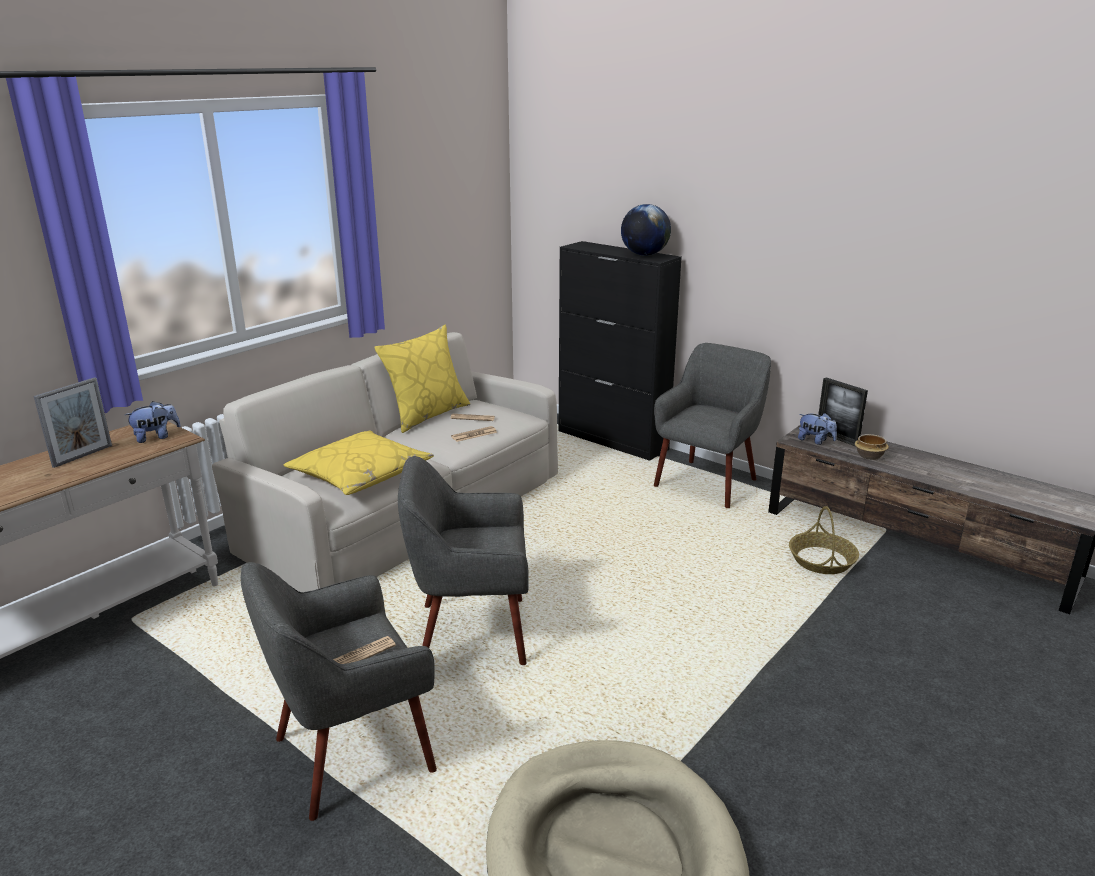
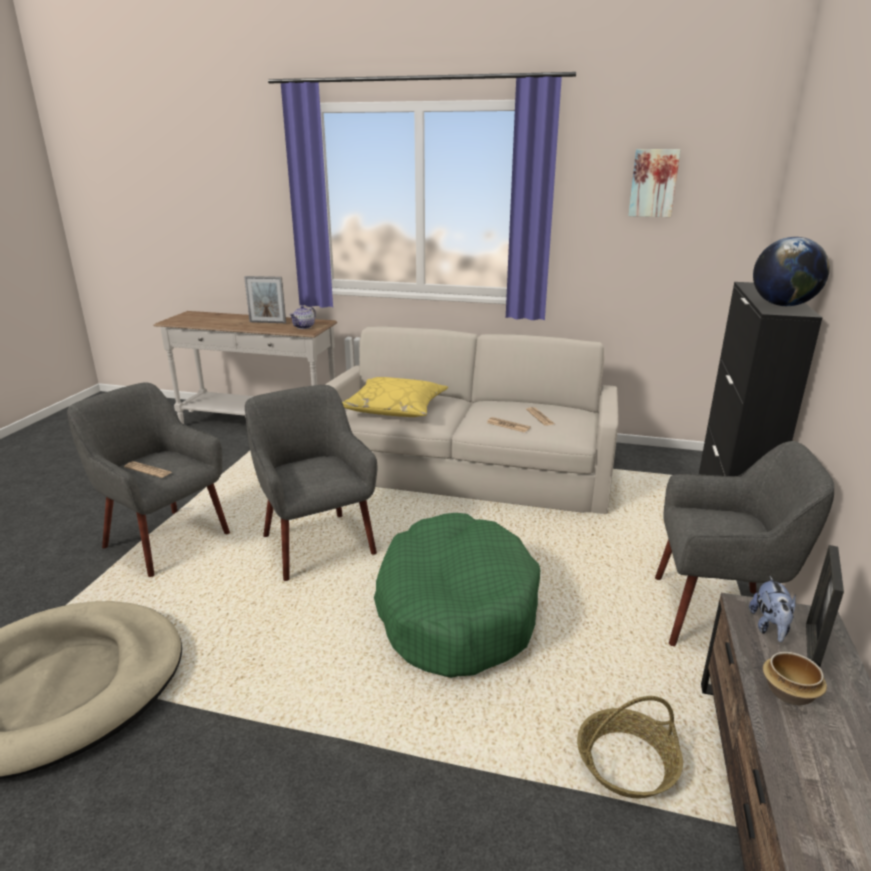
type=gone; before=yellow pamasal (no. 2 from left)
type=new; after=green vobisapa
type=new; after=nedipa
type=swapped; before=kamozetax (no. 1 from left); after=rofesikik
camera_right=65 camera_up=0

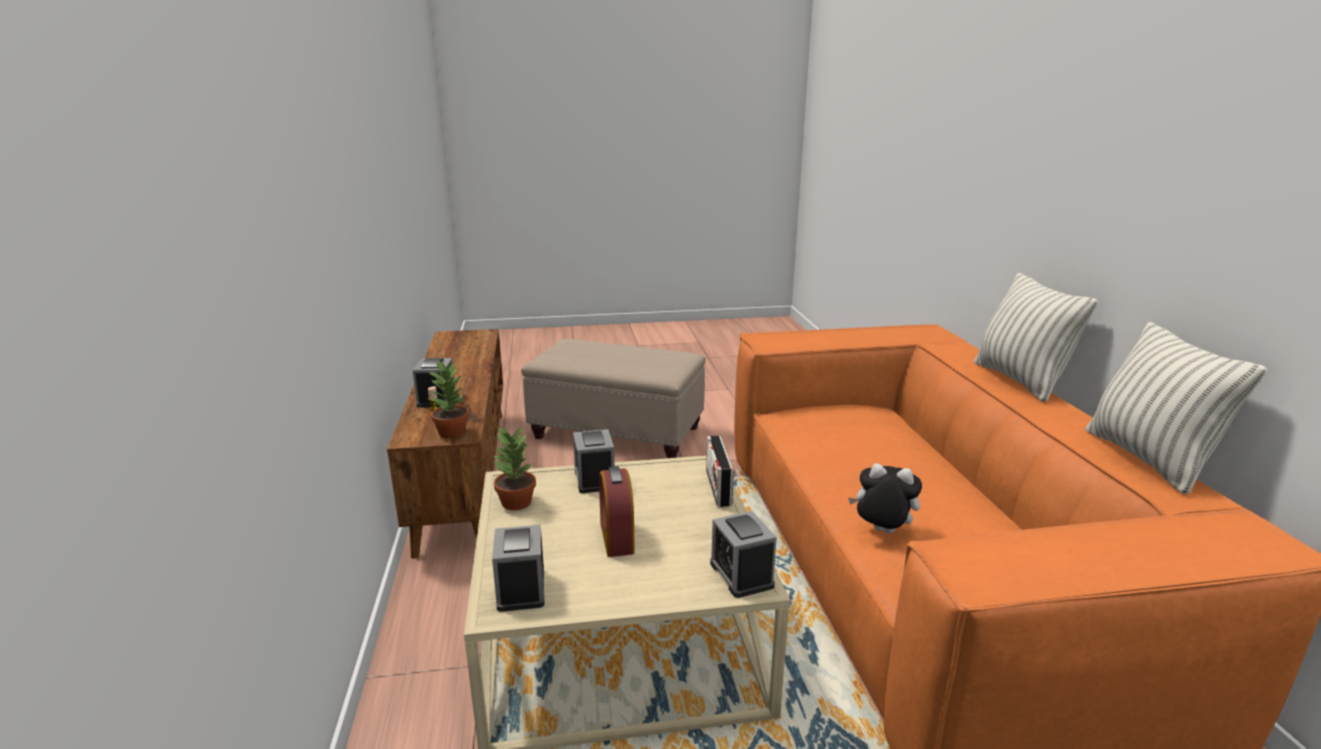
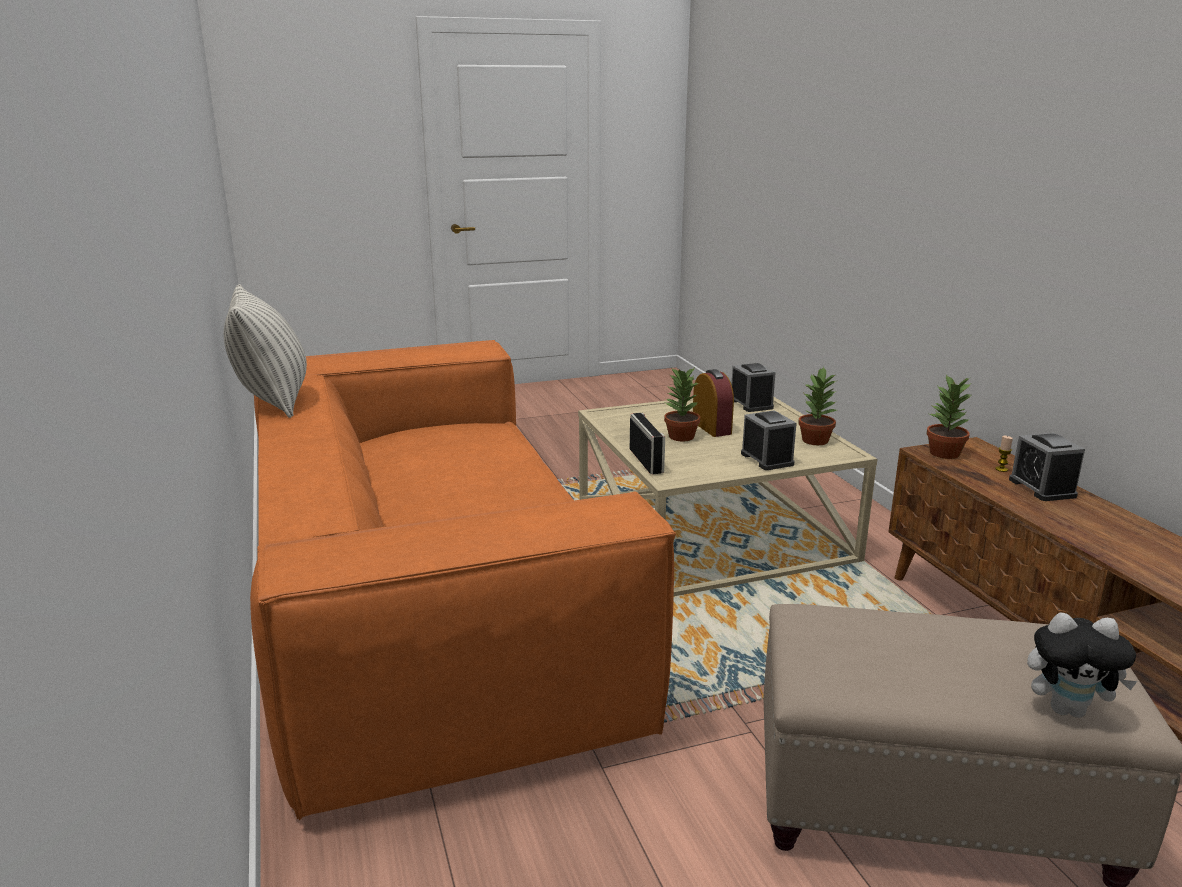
type=gone; before=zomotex (no. 5 from left)
type=gone; before=pamasal (no. 1 from left)
type=new; after=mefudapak (no. 1 from left)
type=shifted; before=kamozetax
camera_right=170 camera_up=0

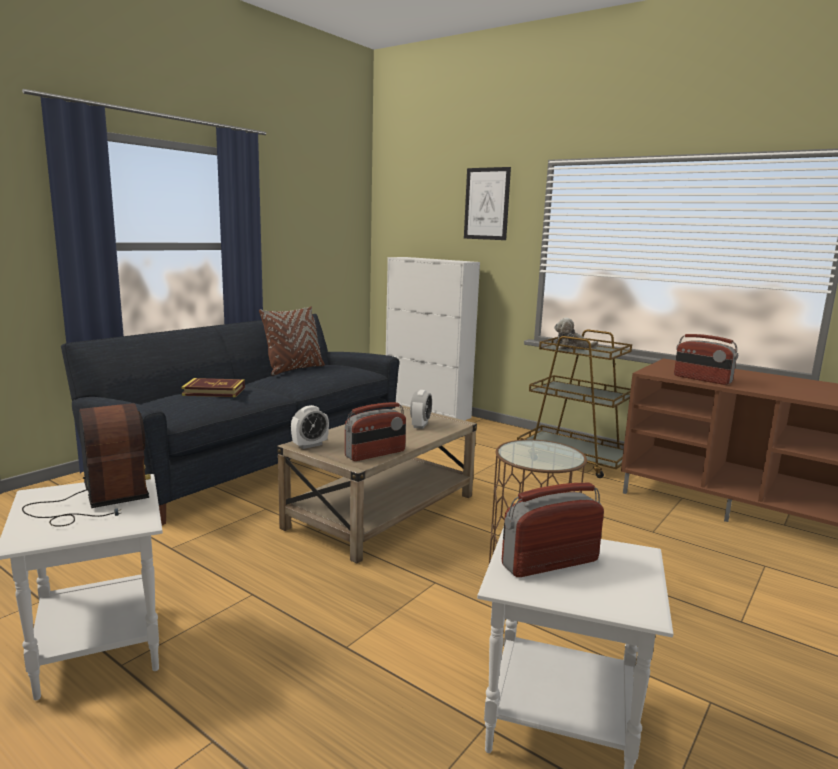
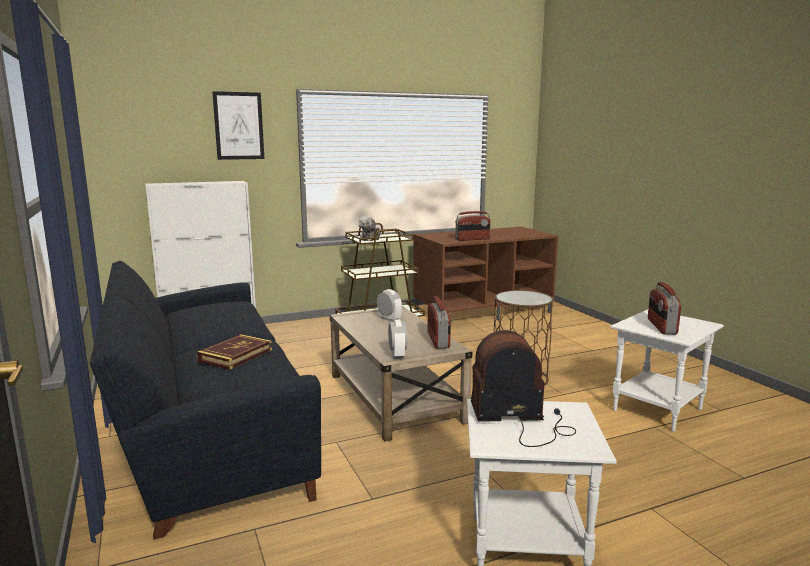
type=gone; before=brown pamasal
camera_right=-60 camera_up=0

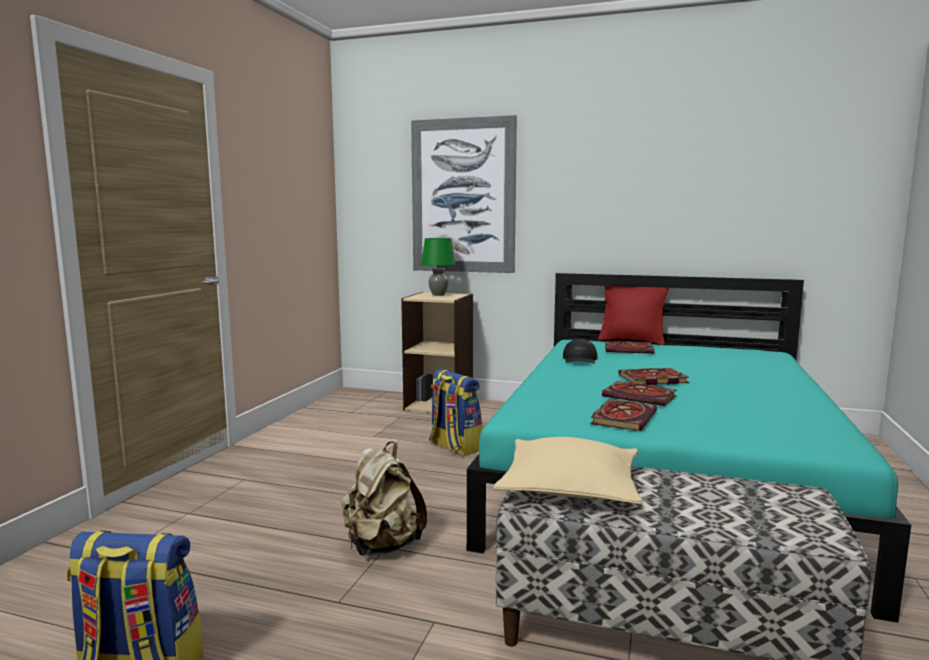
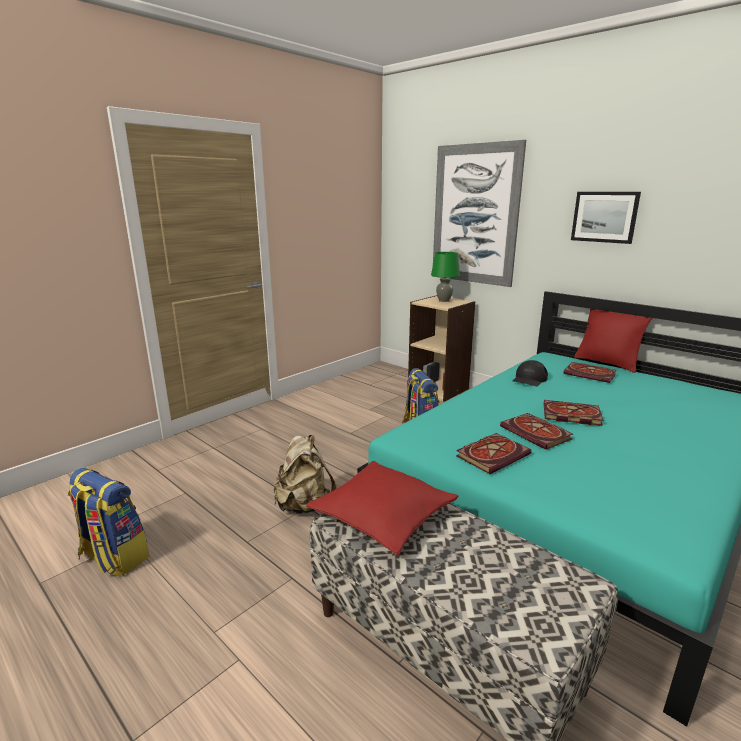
type=new; after=nedipa (no. 2 from left)
type=repainted; before=beige pamasal; after=red pamasal (no. 1 from left)
camera_right=25 camera_up=10

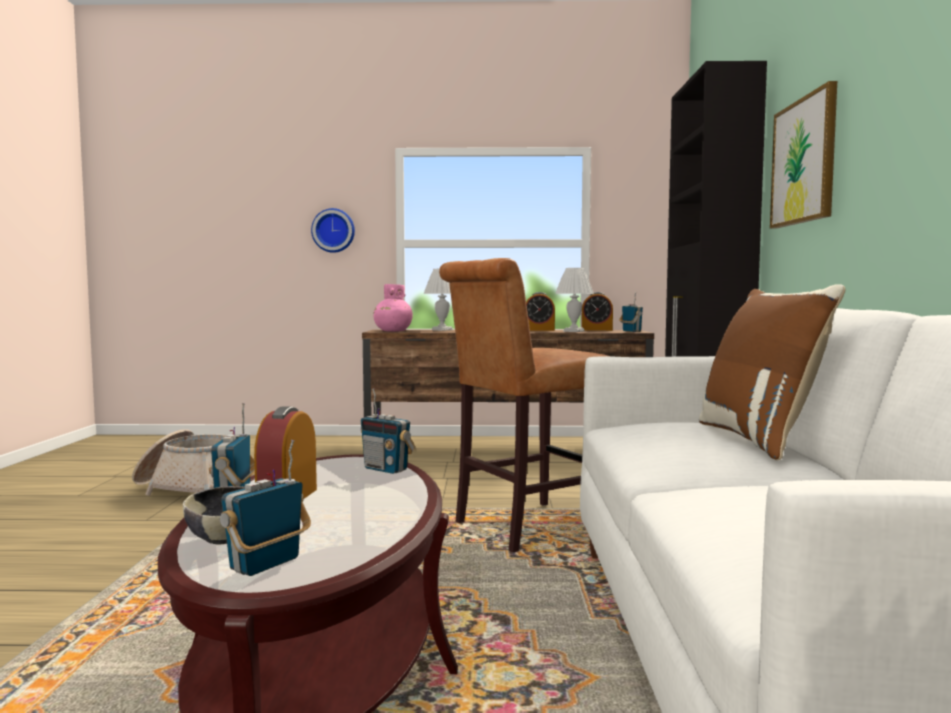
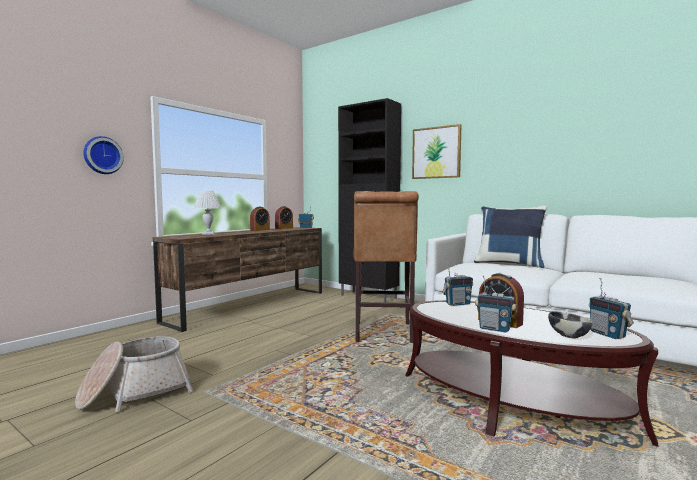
type=gone; before=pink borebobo
type=gone; before=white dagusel (no. 2 from left)
type=repainted; before=brown pamasal; after=blue pamasal
camera_right=-55 camera_up=0

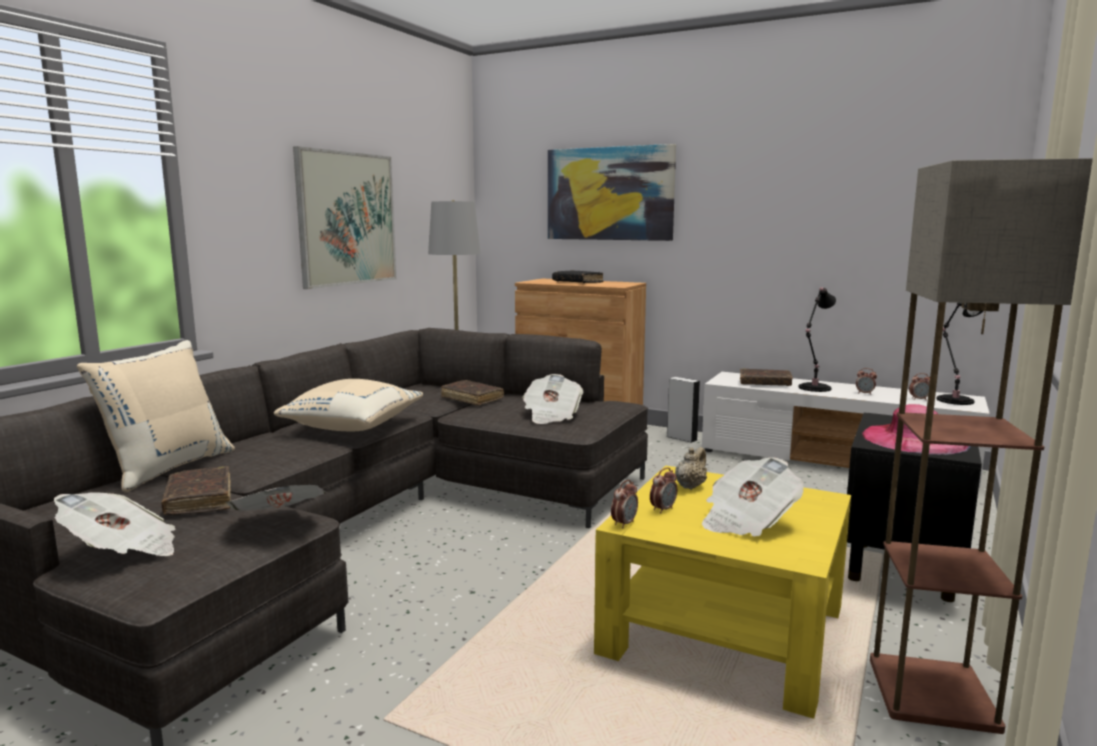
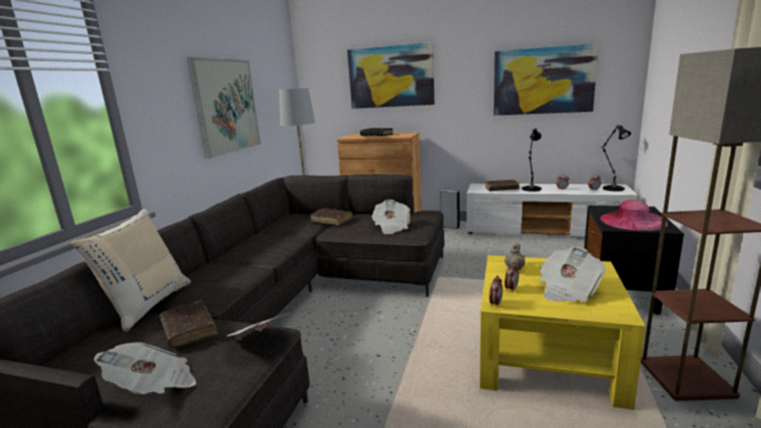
type=gone; before=beige pamasal (no. 2 from left)
type=new; after=nedipa (no. 3 from left)
camera_right=-10 camera_up=5

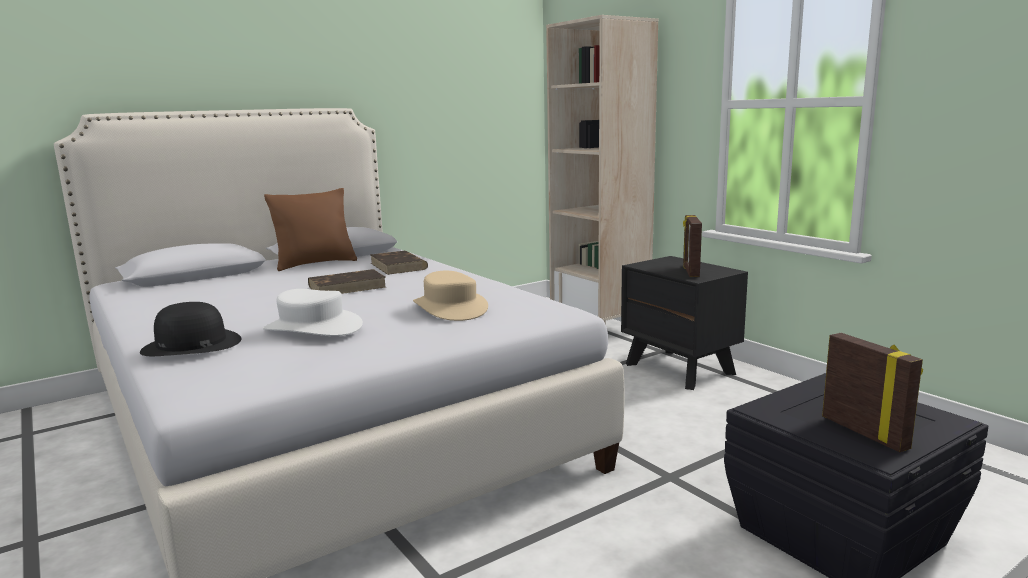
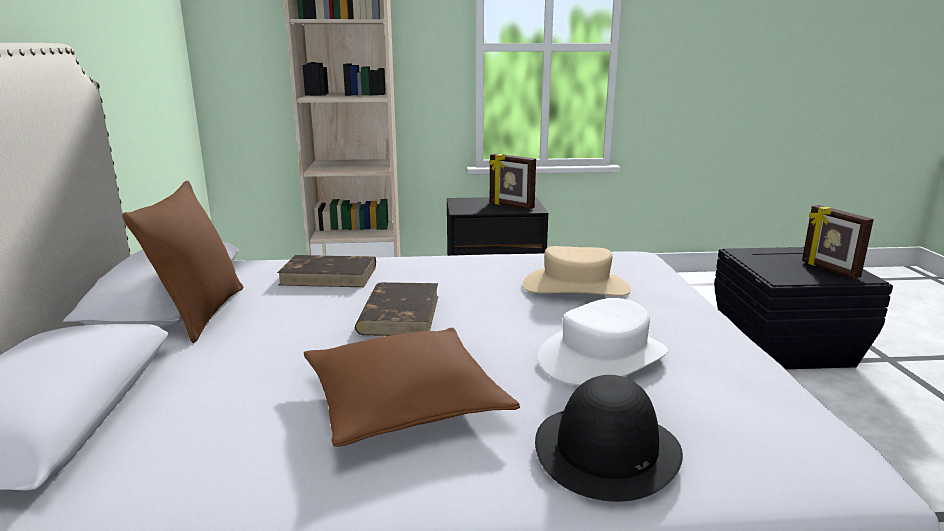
type=new; after=brown pamasal (no. 2 from left)
type=rotated; before=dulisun (no. 2 from left); turn=-120
camera_right=-60 camera_up=5

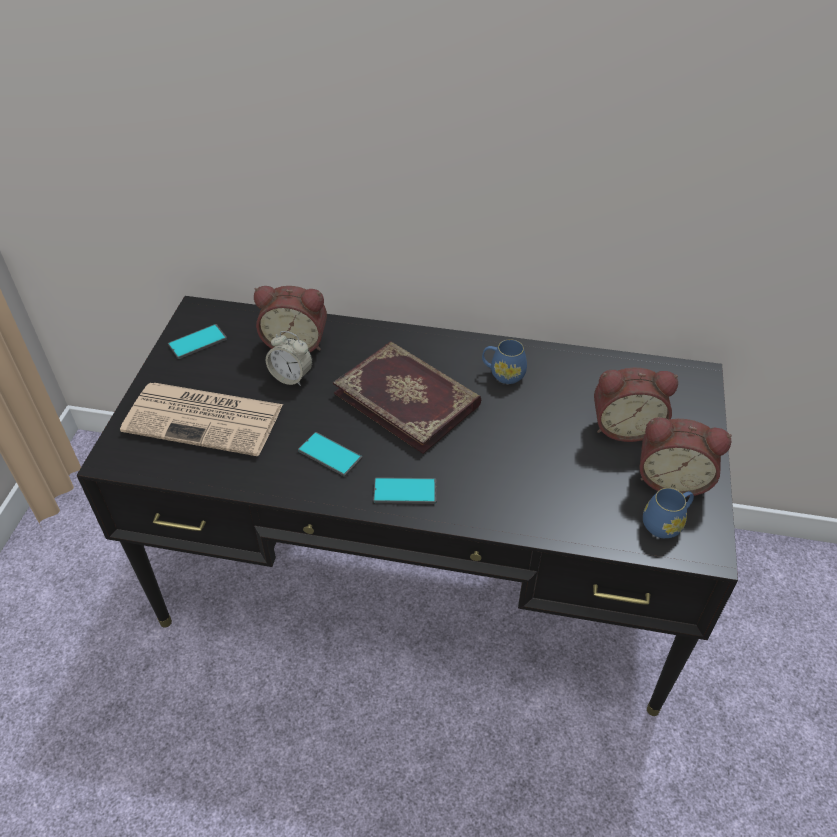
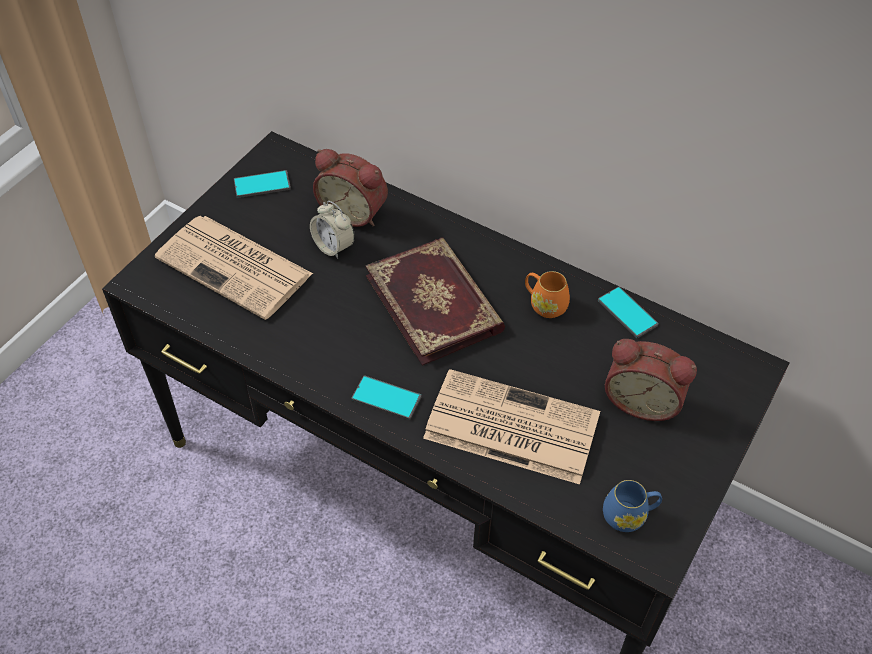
type=gone; before=zomotex (no. 4 from left)
type=new; after=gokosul (no. 2 from left)
type=shifted; before=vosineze (no. 2 from left in the first image); after=vosineze (no. 3 from left)
type=repainted; before=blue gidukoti (no. 1 from left); after=orange gidukoti
camera_right=20 camera_up=5

